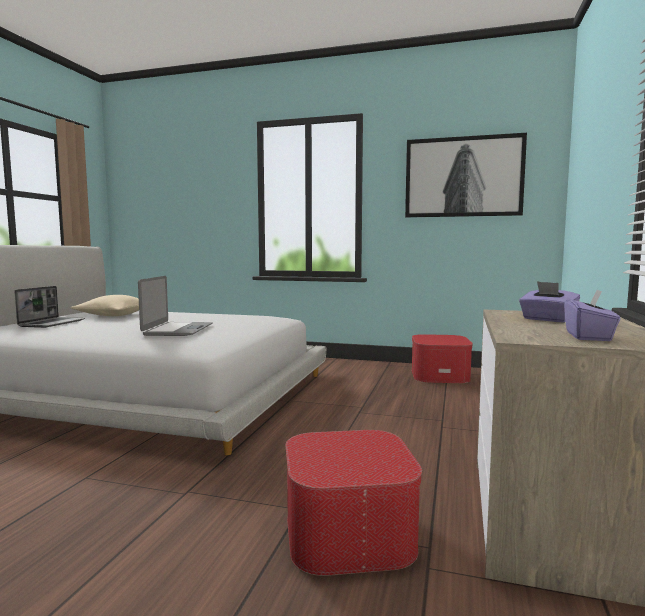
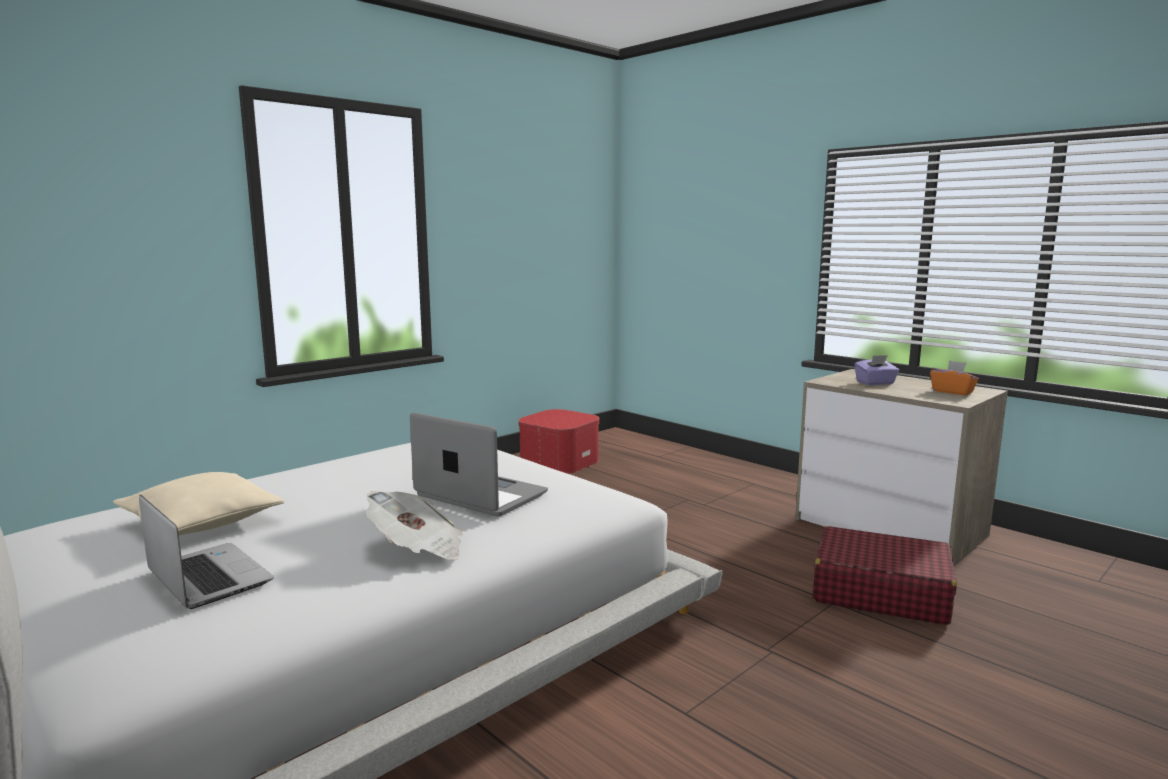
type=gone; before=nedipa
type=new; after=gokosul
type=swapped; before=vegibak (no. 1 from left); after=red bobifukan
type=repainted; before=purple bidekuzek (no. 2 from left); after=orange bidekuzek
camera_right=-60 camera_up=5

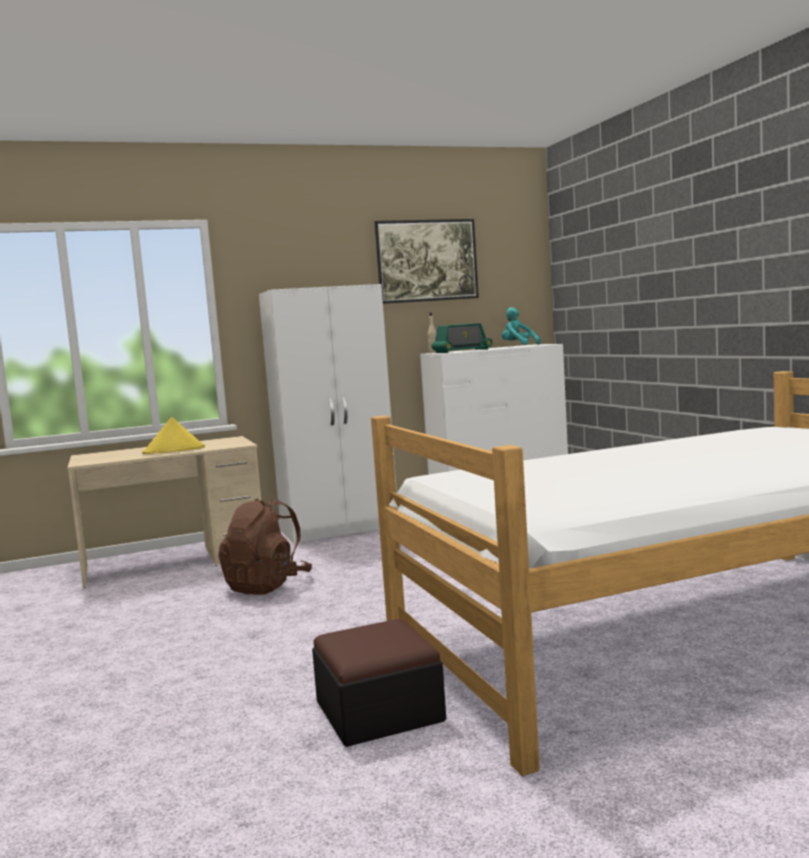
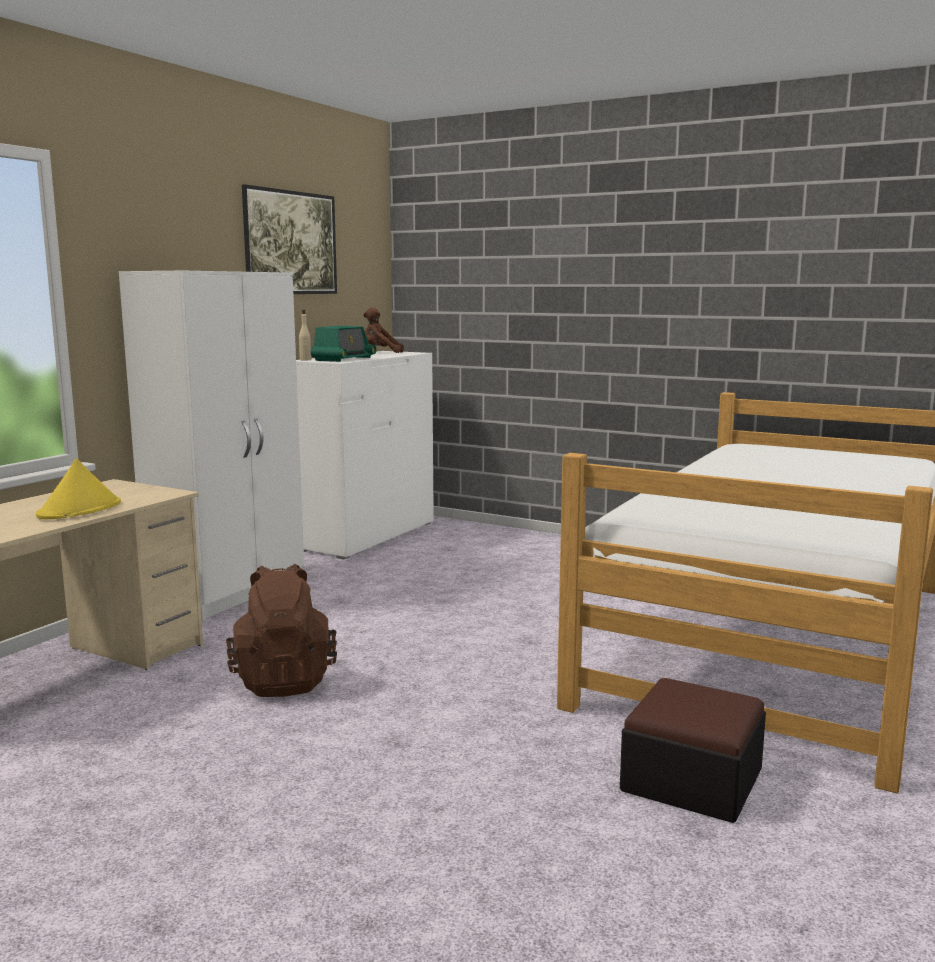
type=repainted; before=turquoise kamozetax; after=brown kamozetax
camera_right=-40 camera_up=5

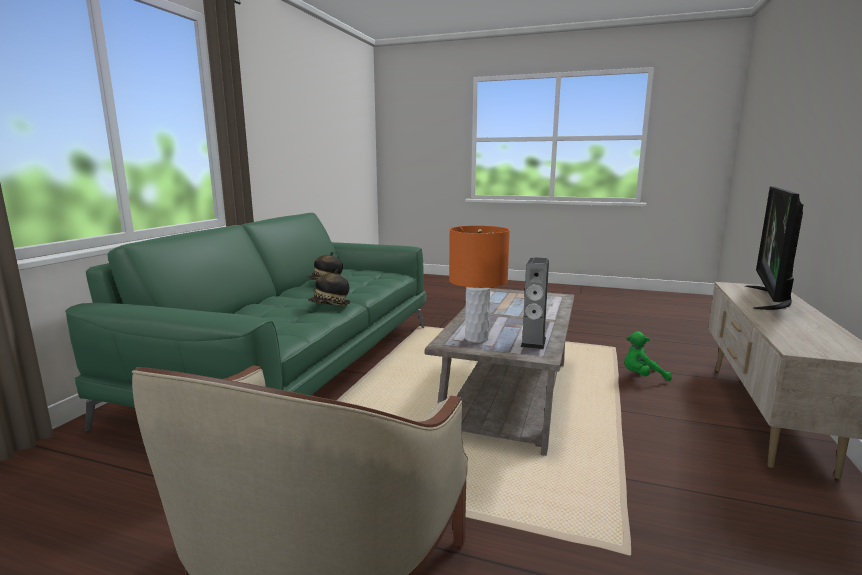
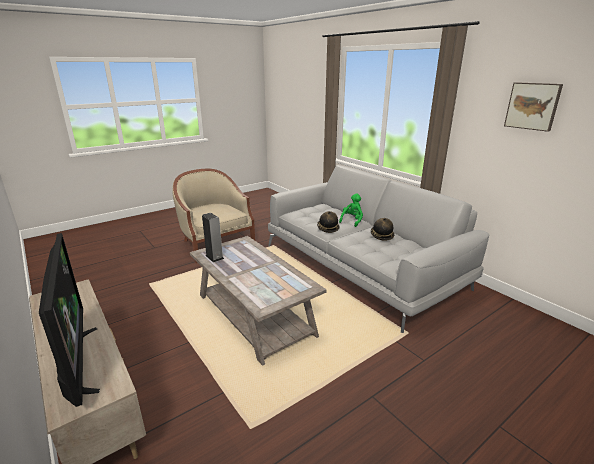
type=gone; before=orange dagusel
type=new; after=nedipa
type=shifted; before=green kamozetax
type=repainted; before=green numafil; after=grey numafil
camera_right=125 camera_up=10

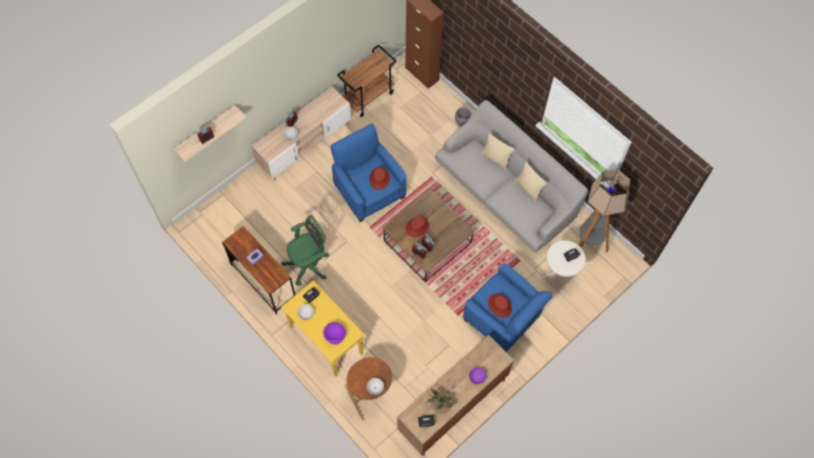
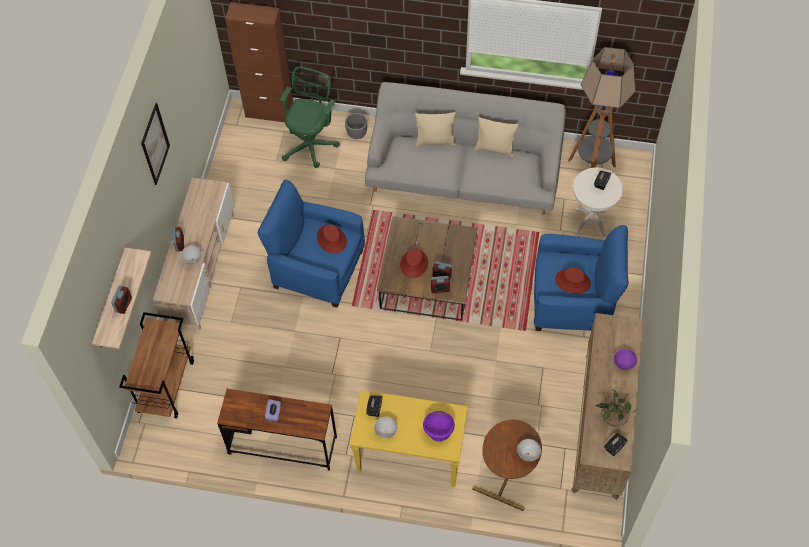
type=new; after=nedipa
type=shifted; before=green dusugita
type=shifted; before=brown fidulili
camera_right=-35 camera_up=-5

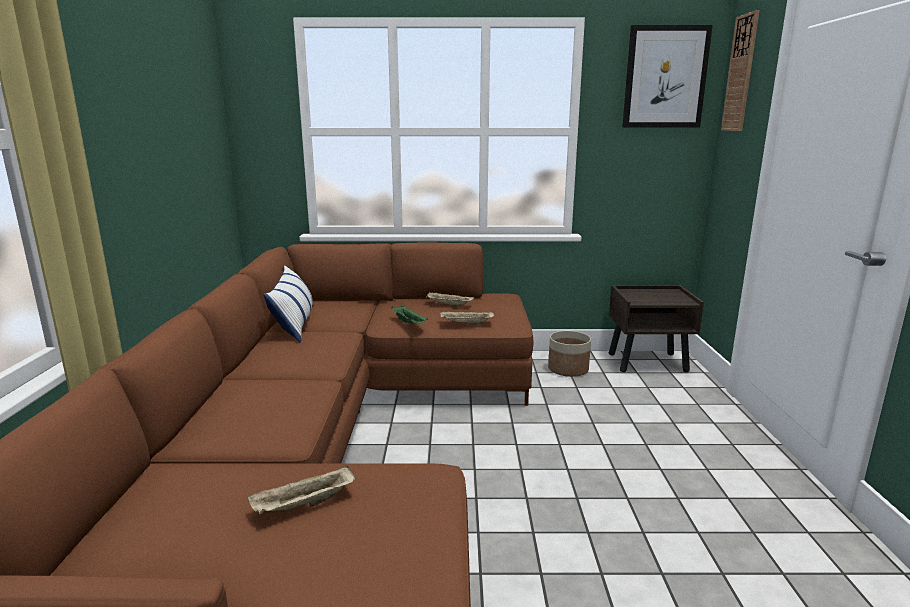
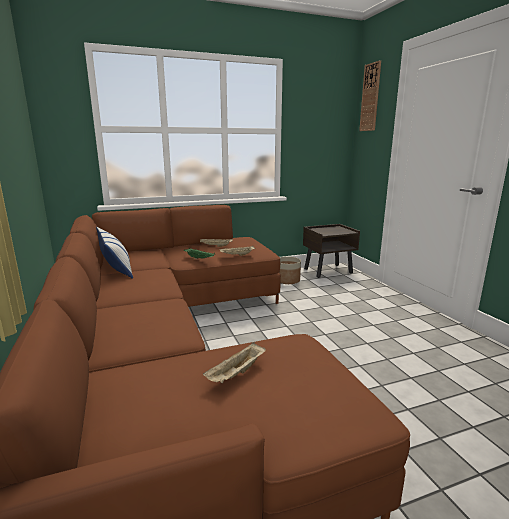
type=gone; before=nedipa
camera_right=-20 camera_up=0

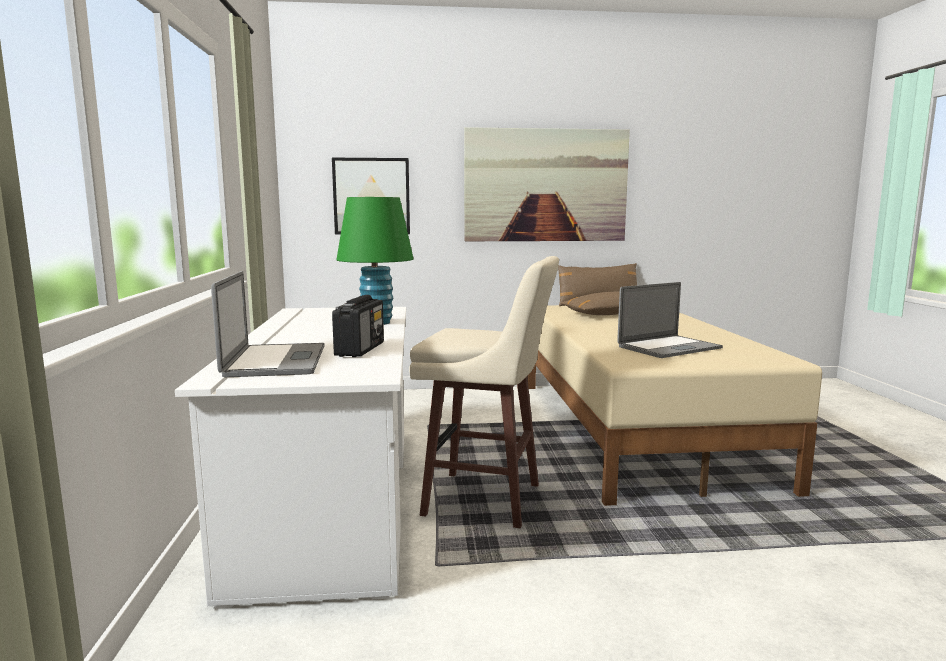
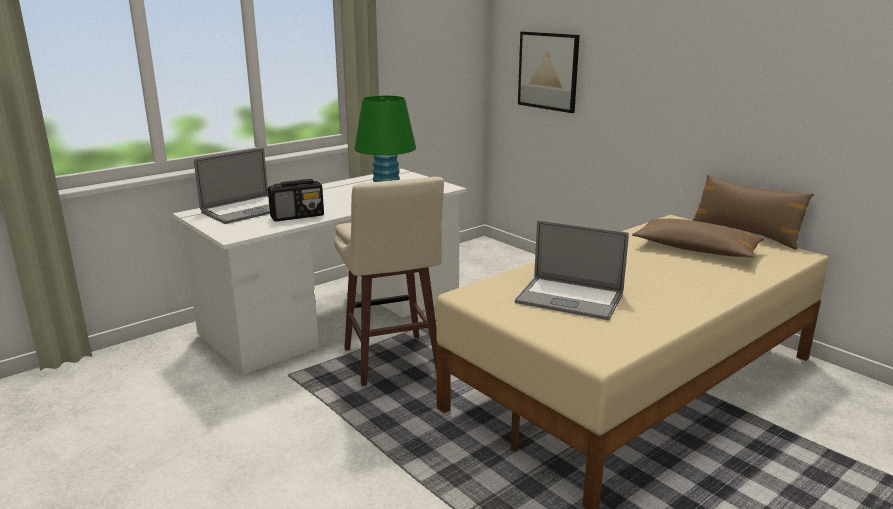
type=gone; before=nedipa (no. 2 from left)
camera_right=55 camera_up=10

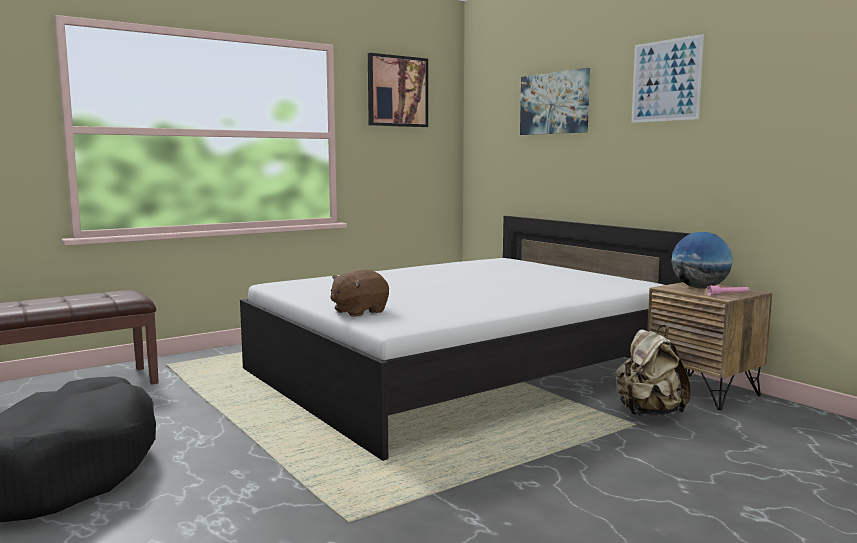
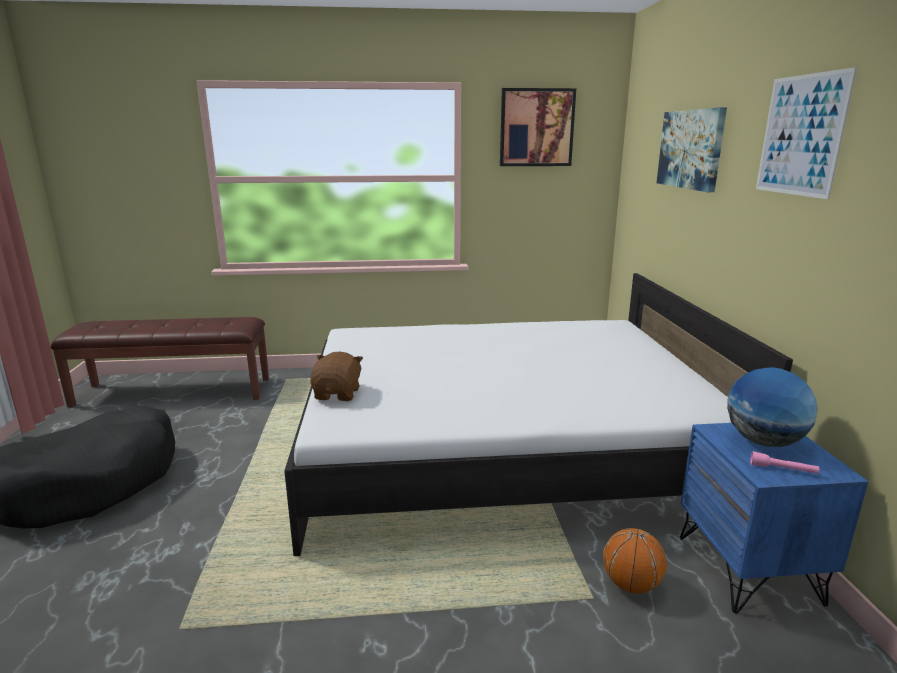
type=swapped; before=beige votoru; after=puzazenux
type=repainted; before=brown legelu; after=blue legelu
type=rotated; before=brown kamozetax; turn=105
camera_right=30 camera_up=10

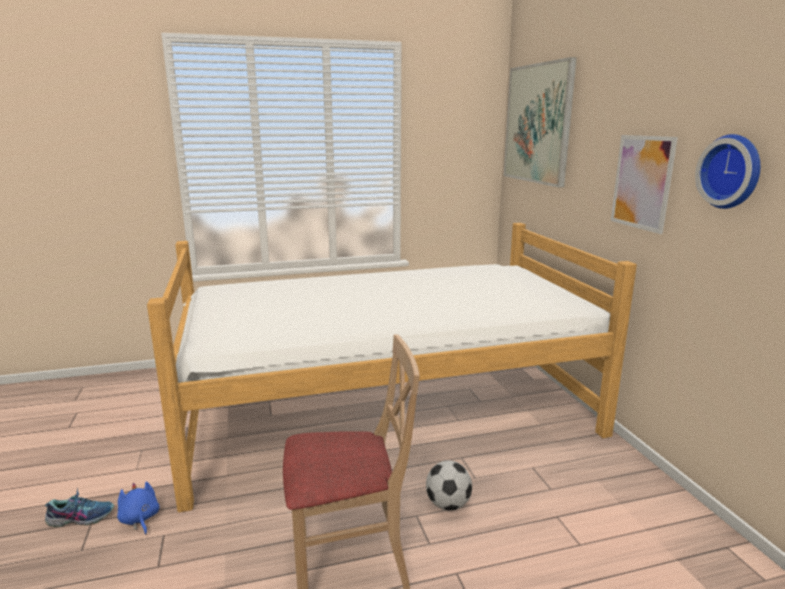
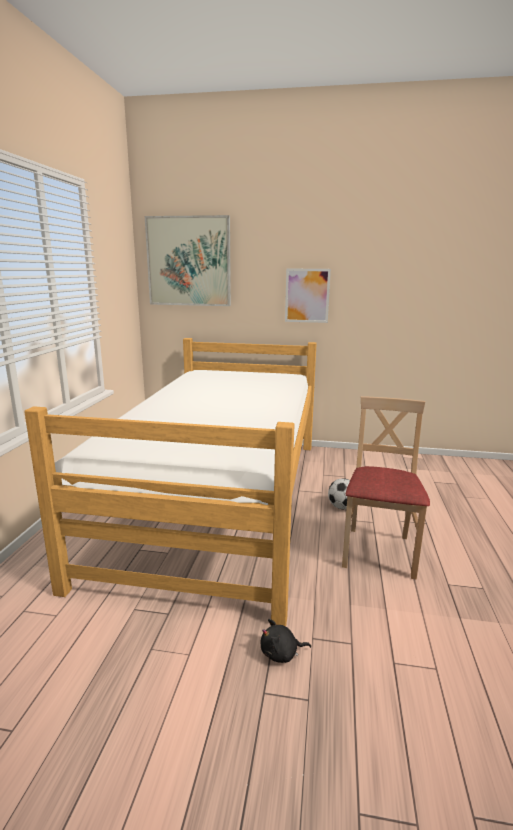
type=gone; before=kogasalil
type=gone; before=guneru
type=repainted; before=blue kamozetax; after=black kamozetax
camera_right=-65 camera_up=0

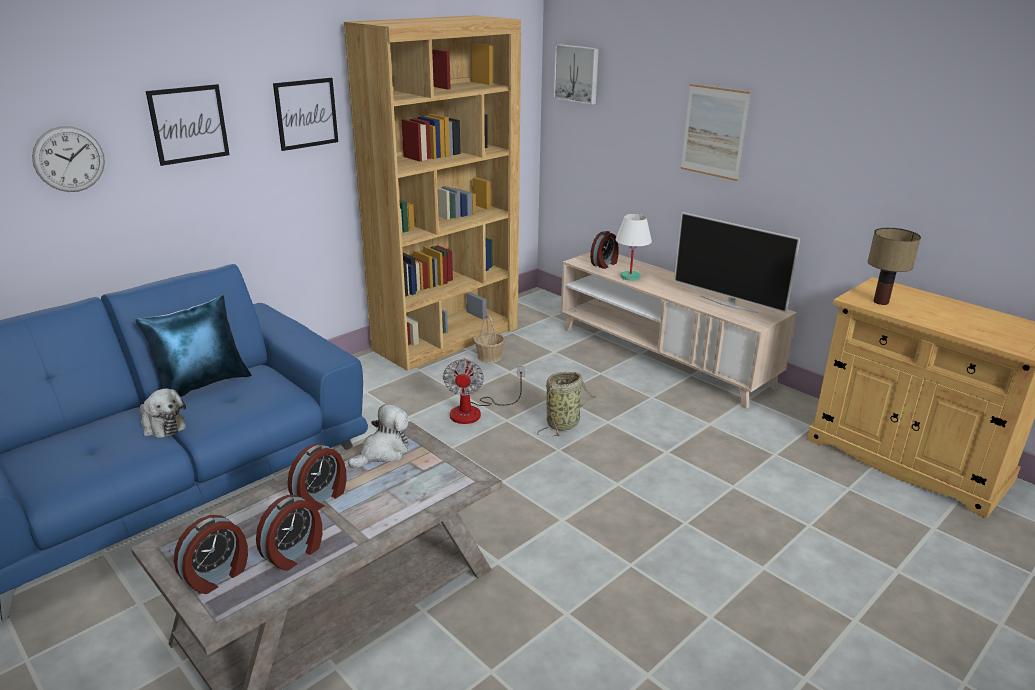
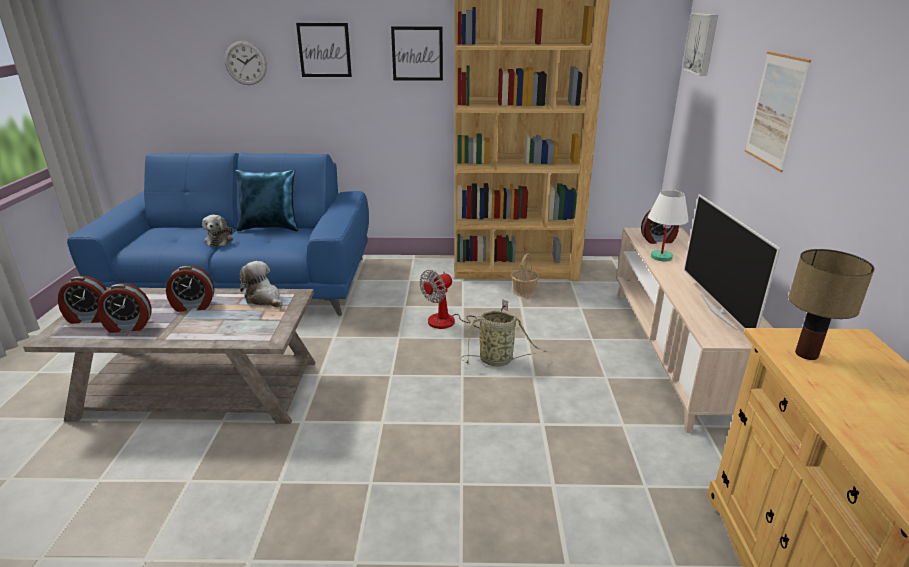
type=rotated; before=kamozetax (no. 2 from left); turn=-135
camera_right=45 camera_up=0

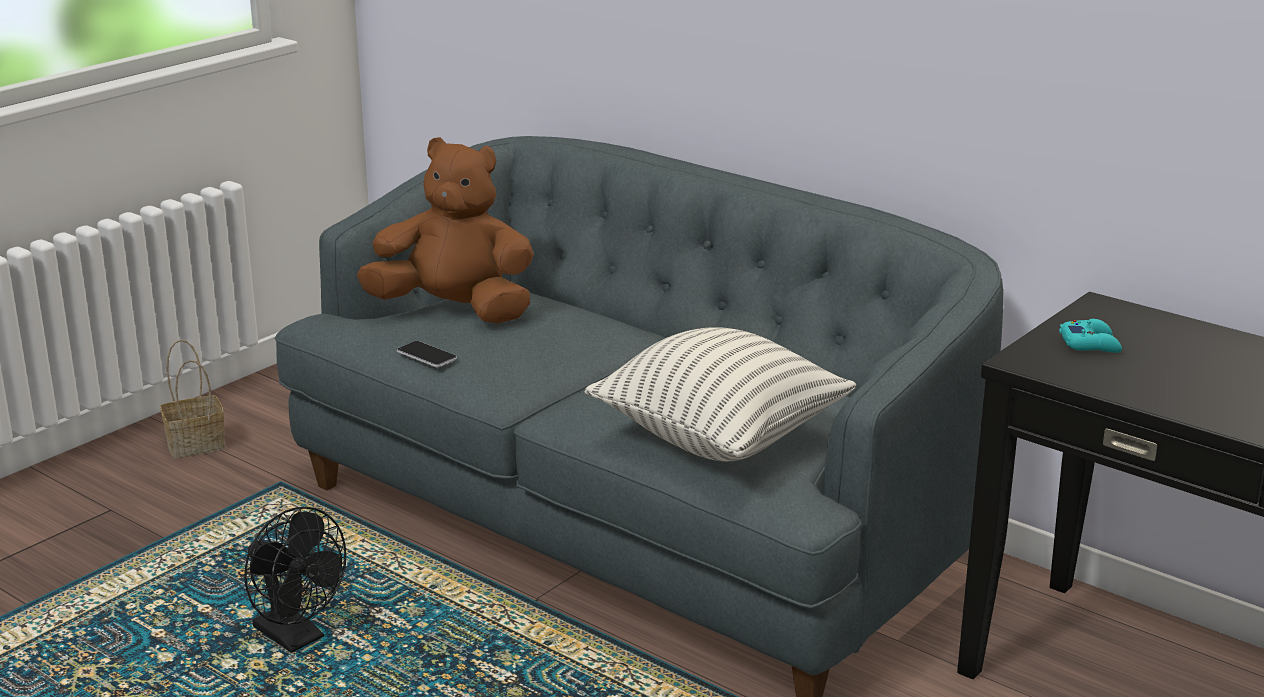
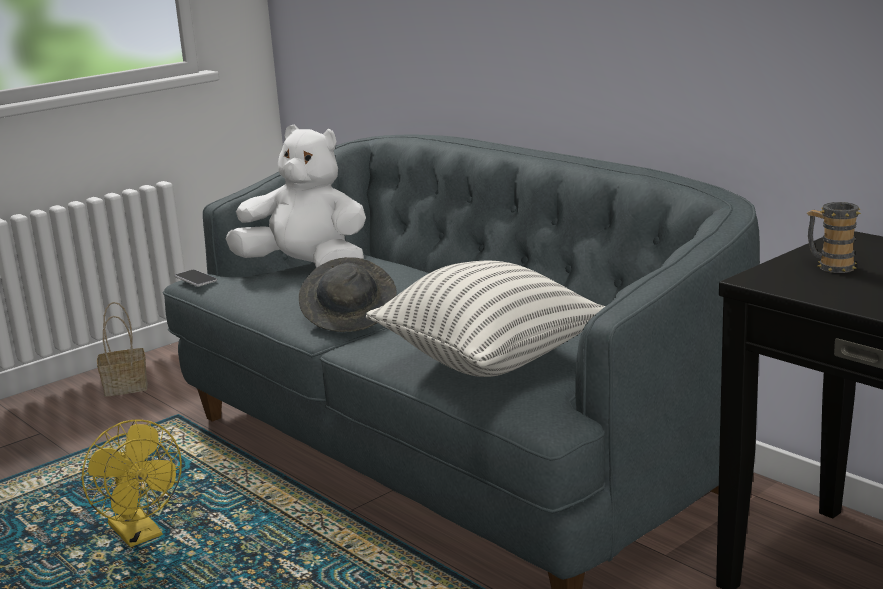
type=new; after=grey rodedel
type=shifted; before=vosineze
type=swapped; before=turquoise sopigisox; after=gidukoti
type=repainted; before=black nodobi; after=yellow nodobi
type=repainted; before=brown kamozetax; after=white kamozetax
camera_right=10 camera_up=-5

